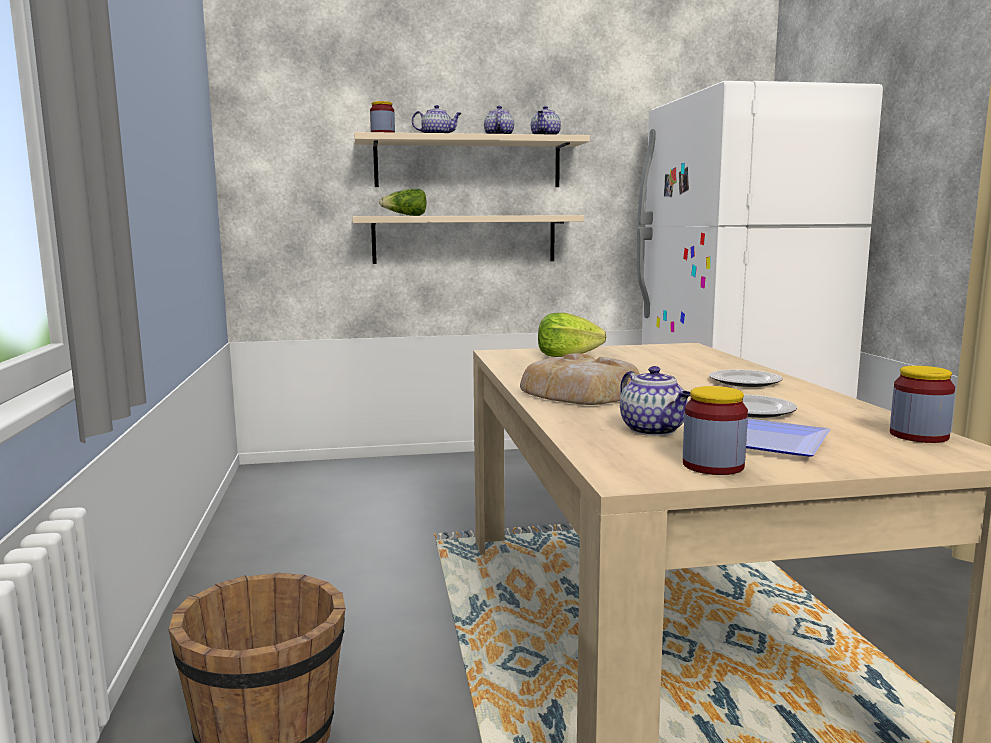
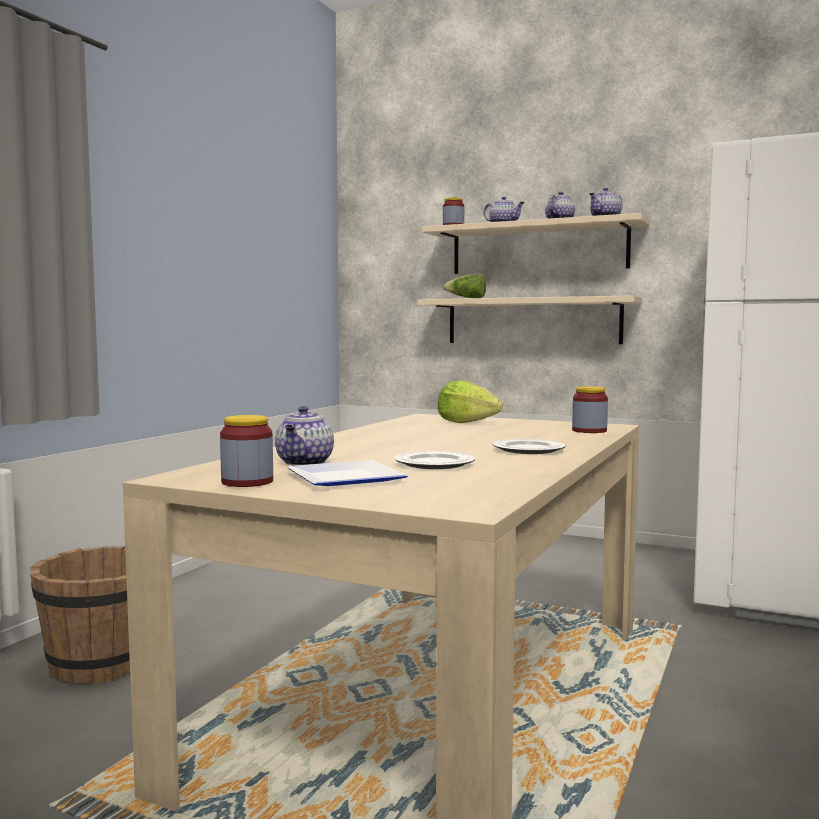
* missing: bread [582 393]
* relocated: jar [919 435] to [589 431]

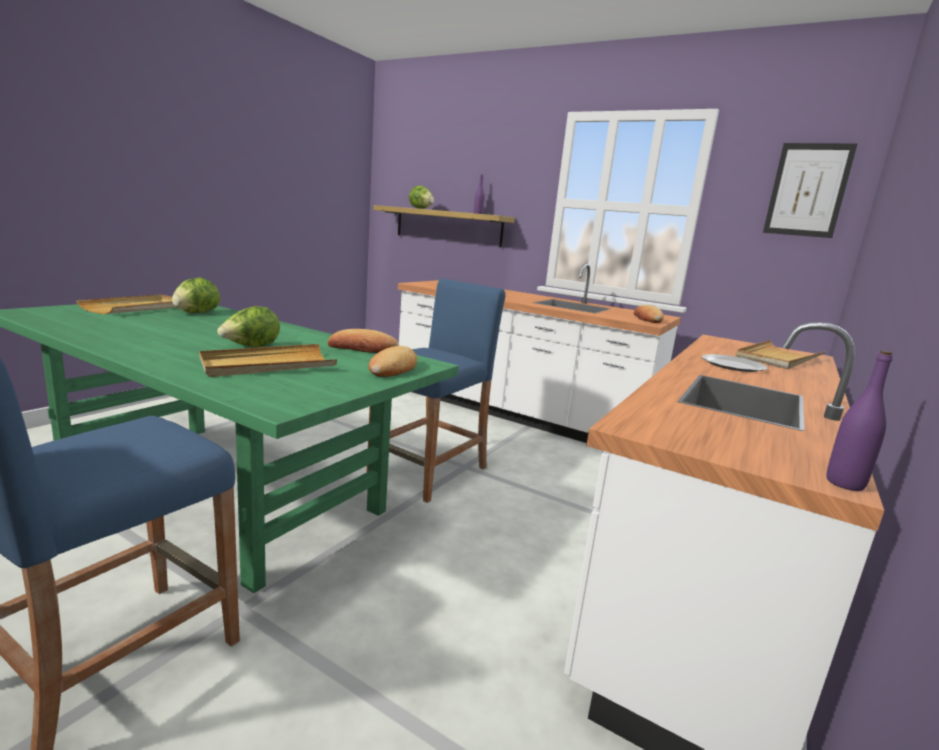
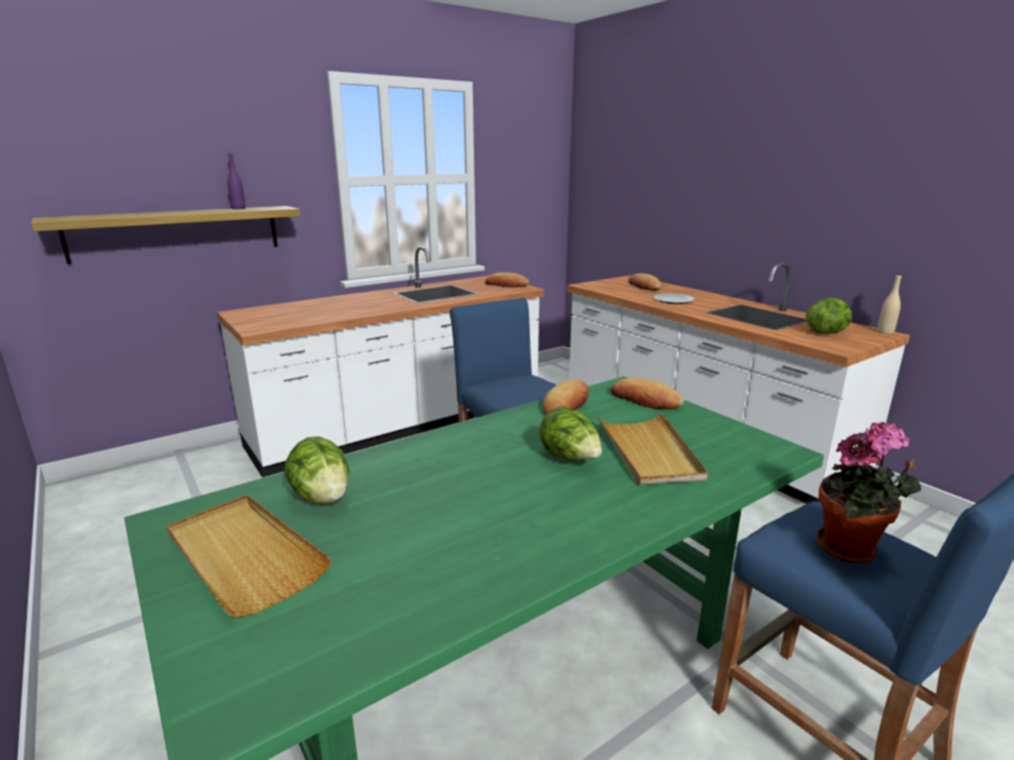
* relocated: lettuce [420 208] to [827 333]
* exchanged: beige tray [778 358] to bread [644 286]
* missing: picture [807 190]
* colour: purple bottle [844 483] to beige bottle [885 332]
* appeared: potted plant [851 550]

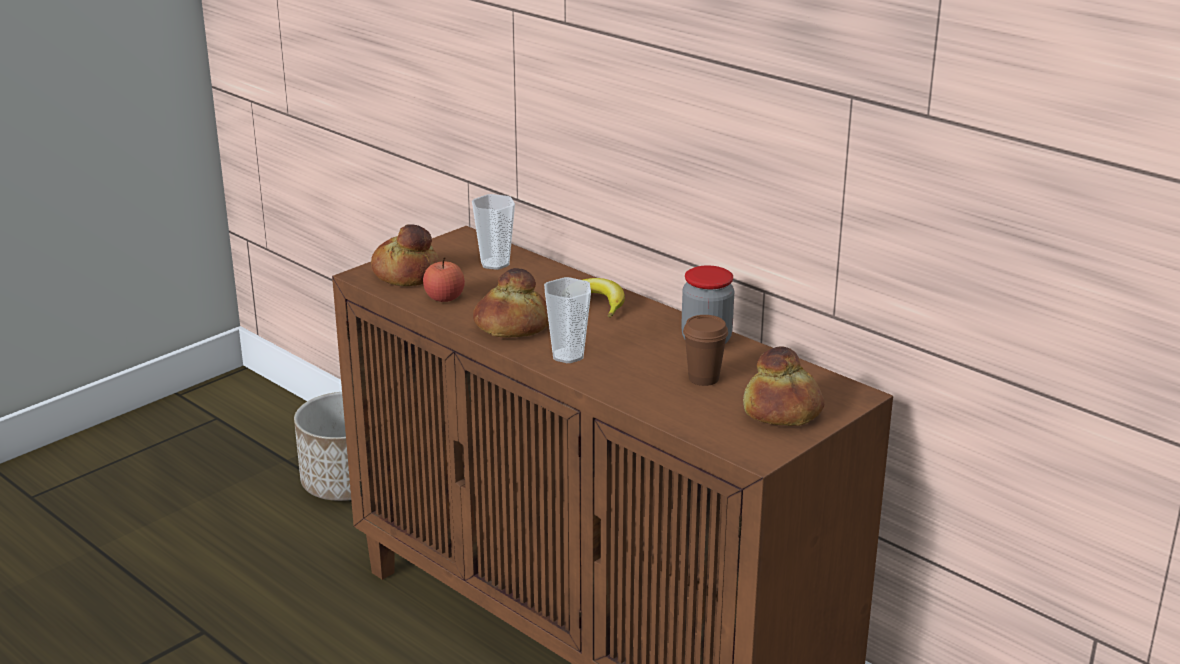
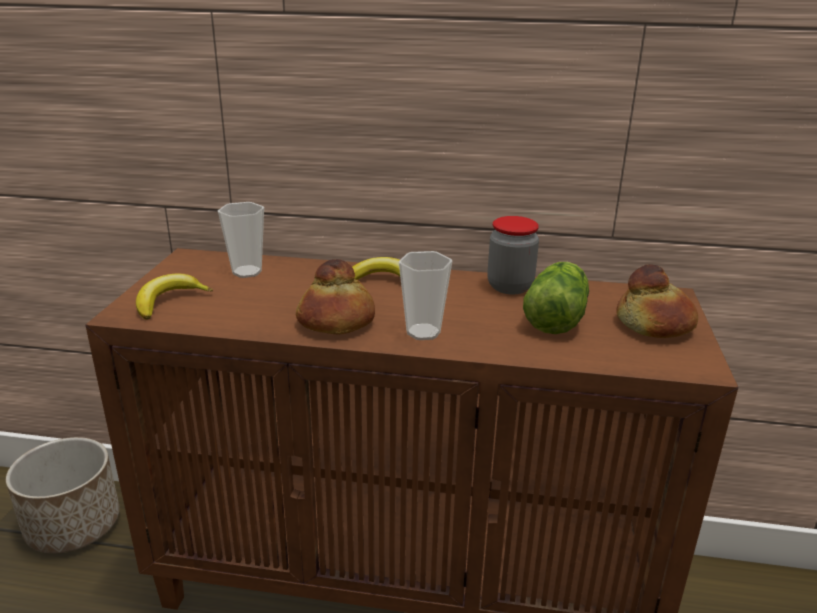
* exchanged: bread [406 274] to banana [169 302]
* missing: apple [444 298]
* exchanged: brown cup [703 378] to lettuce [557 317]

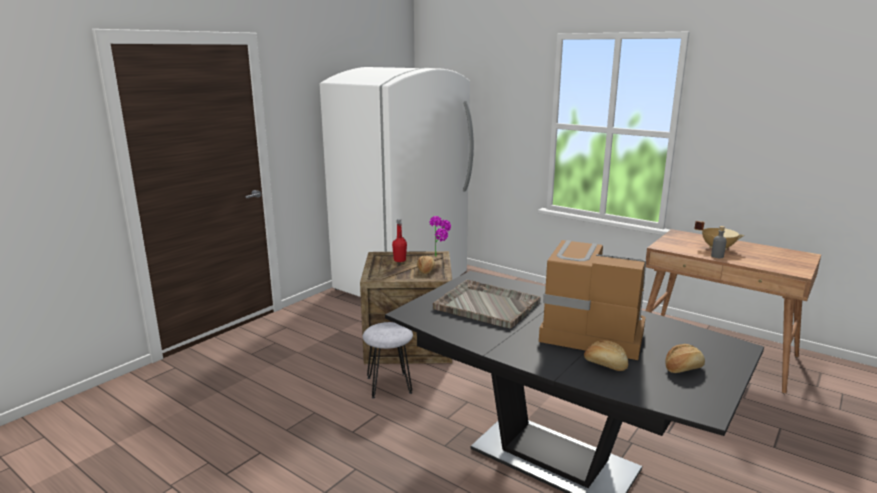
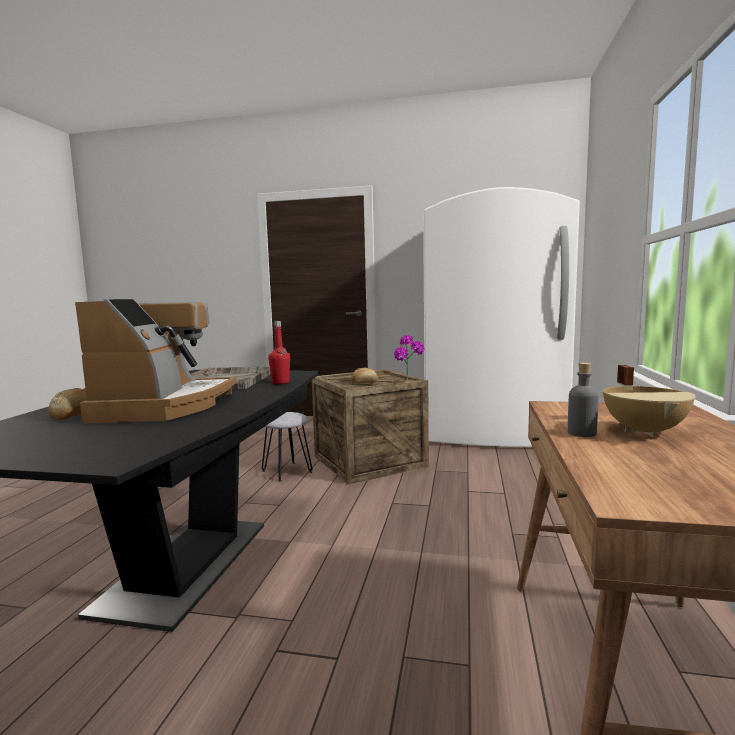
* relocated: red bottle [399 260] to [280 382]
* missing: bread [683 368]

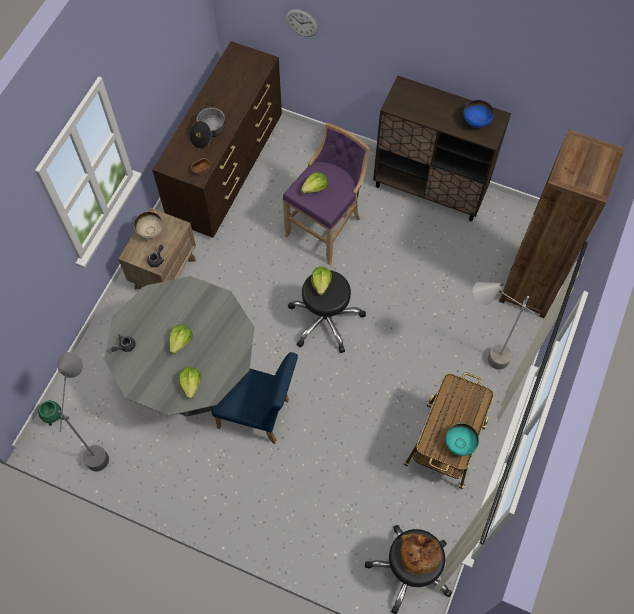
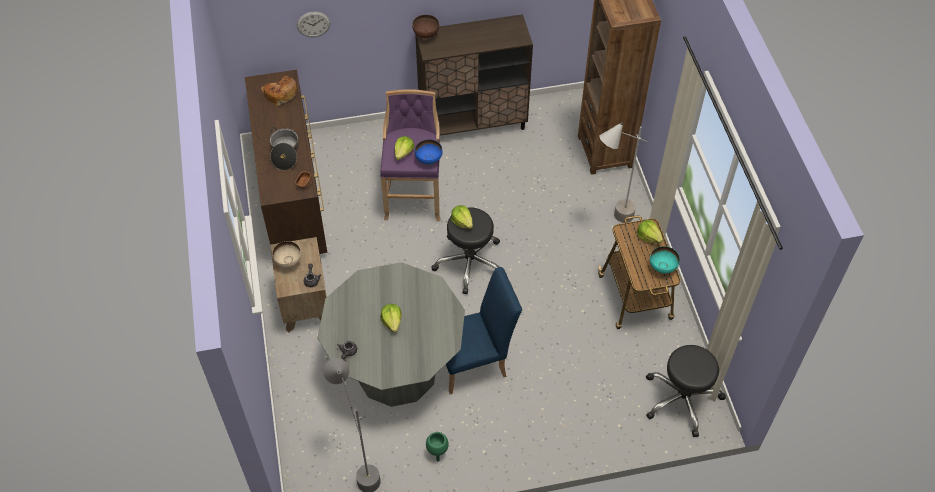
* relocated: green planter [55 418] to [437 453]
* relocated: lettuce [191 384] to [648 236]
* relocated: bread [419 554] to [280 93]
* relocated: blue bowl [476 122] to [429 160]
* appeared: brown bowl [426 35]

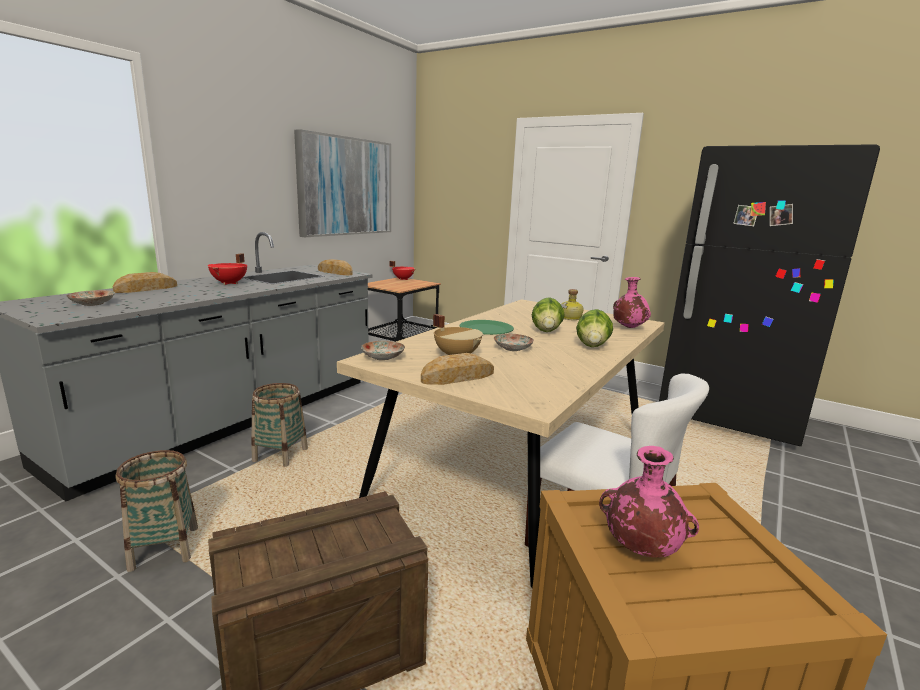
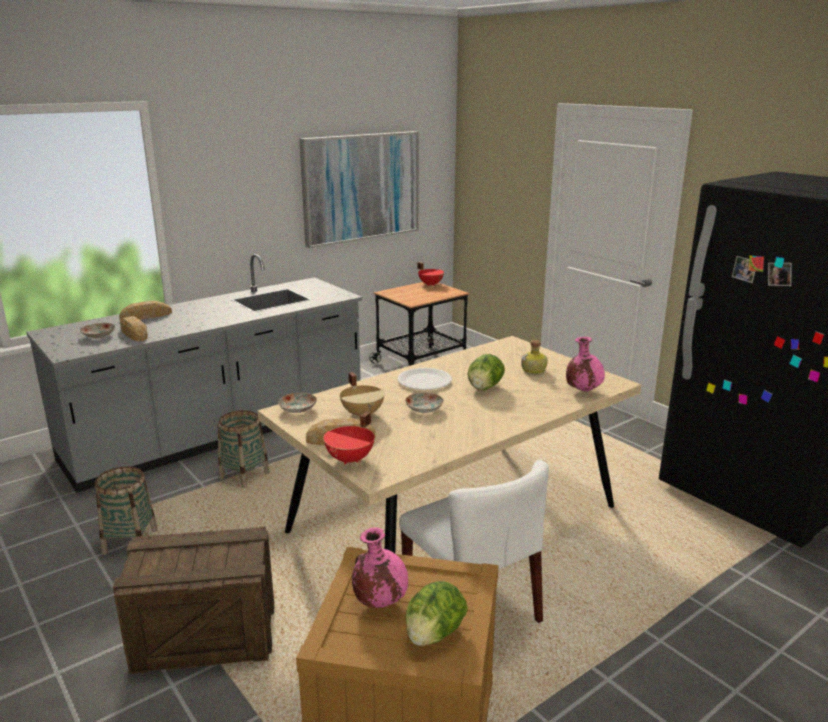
* relocated: red cooking pot [230 283] to [351 459]
* relocated: bread [335 272] to [134 333]
* colour: green plate [486 329] to white plate [424 381]
* relocated: lettuce [592 346] to [434 634]

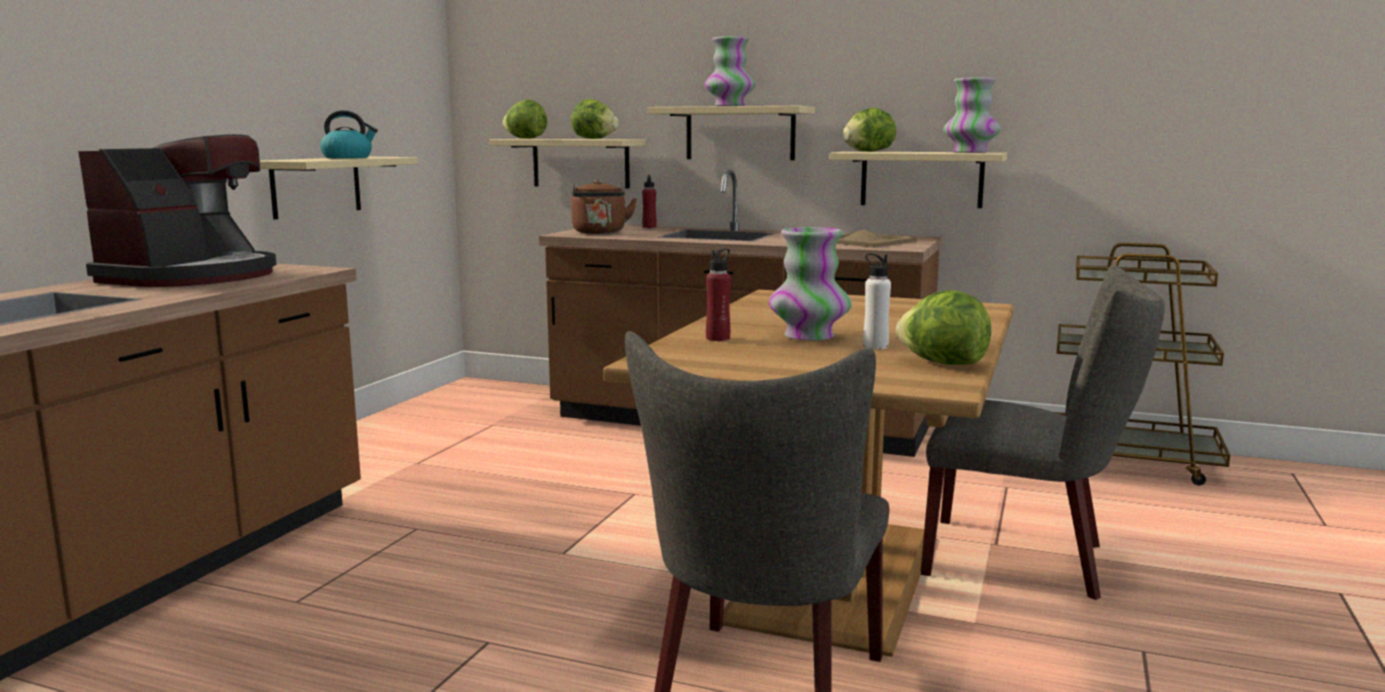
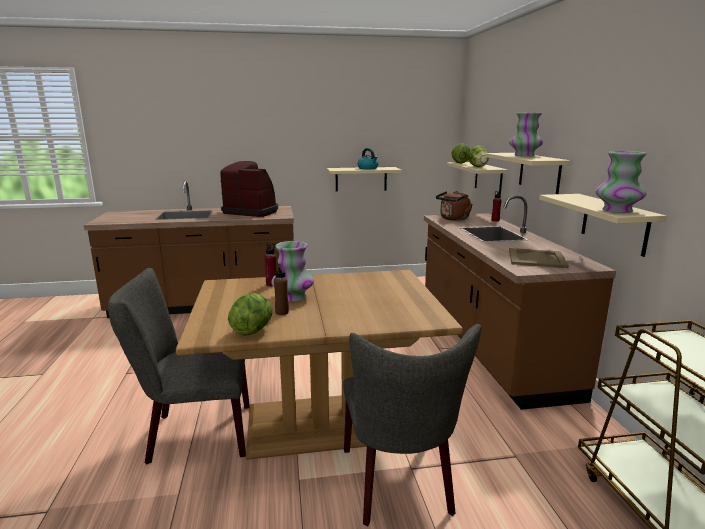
* spun: coffee machine [192 277] = [252 211] 150 degrees counterclockwise
* missing: lettuce [867 151]
* colour: white bottle [875 346] to brown bottle [282 312]

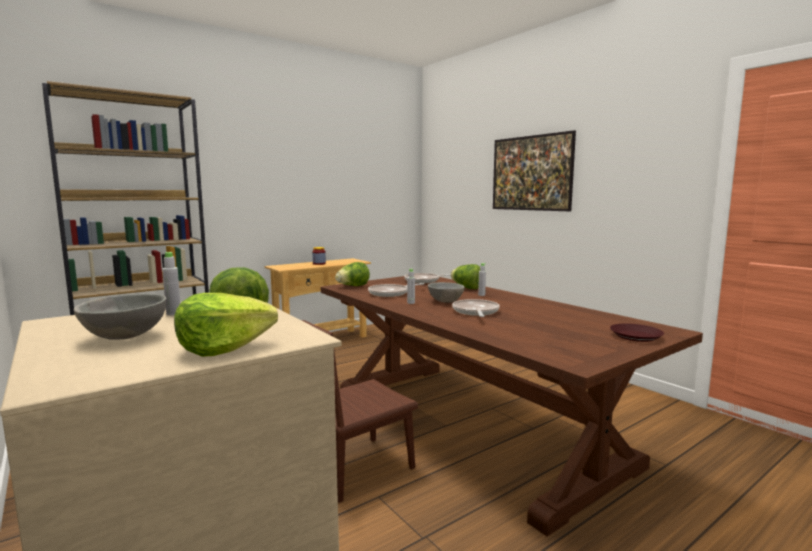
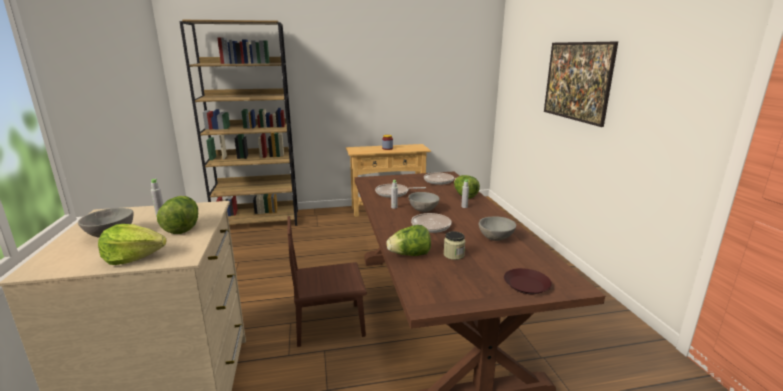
* relocated: lettuce [353 286] to [409 255]
* appeared: jar [453 255]
* appeared: grey bowl [496 238]

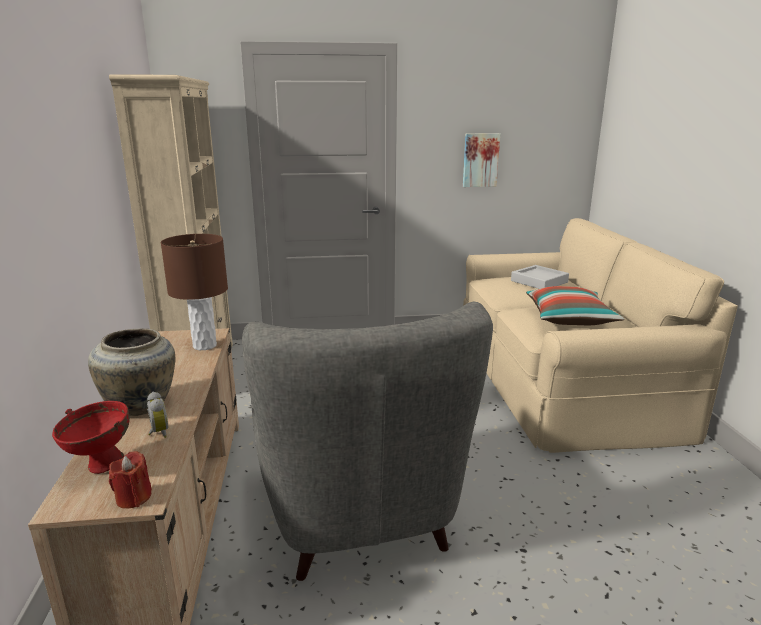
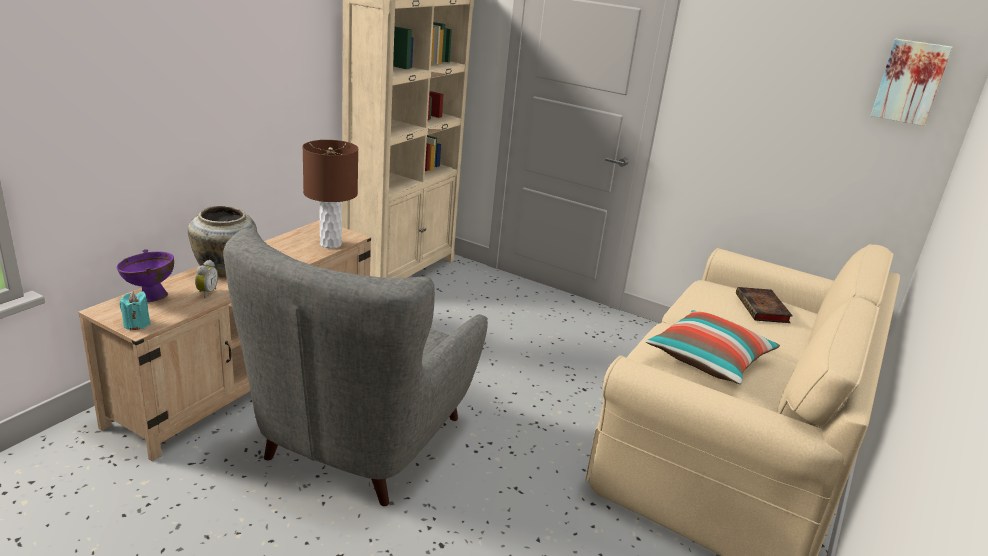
* colour: red bowl [102 466] to purple bowl [150 298]
* colour: red candle [133 497] to turquoise candle [136 324]
* relocated: picture [480 160] to [910 82]
* exchanged: grey tray [539 281] to book [763 309]

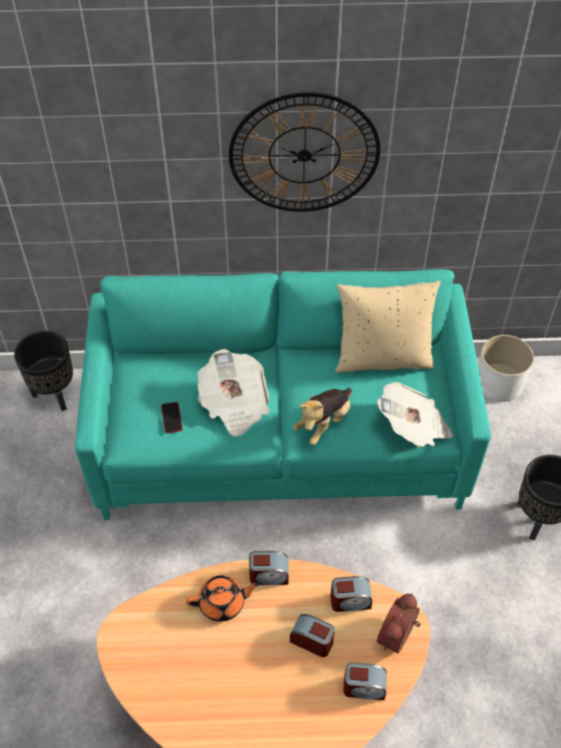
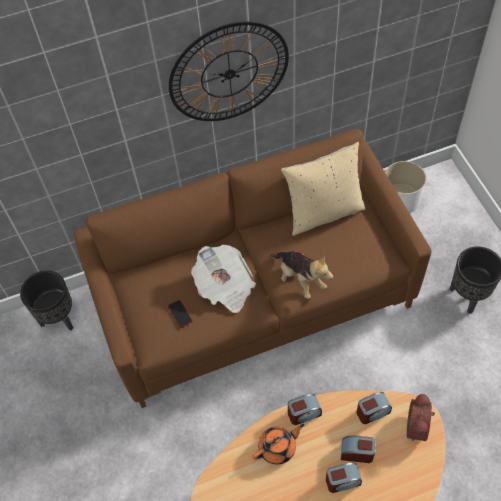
* colour: turquoise sofa [280 439] to brown sofa [254 297]
* spun: plush toy [324 422] = [300 279] 60 degrees counterclockwise
* relocated: alarm clock [364 687] to [342 481]
* missing: newspaper [413 427]

